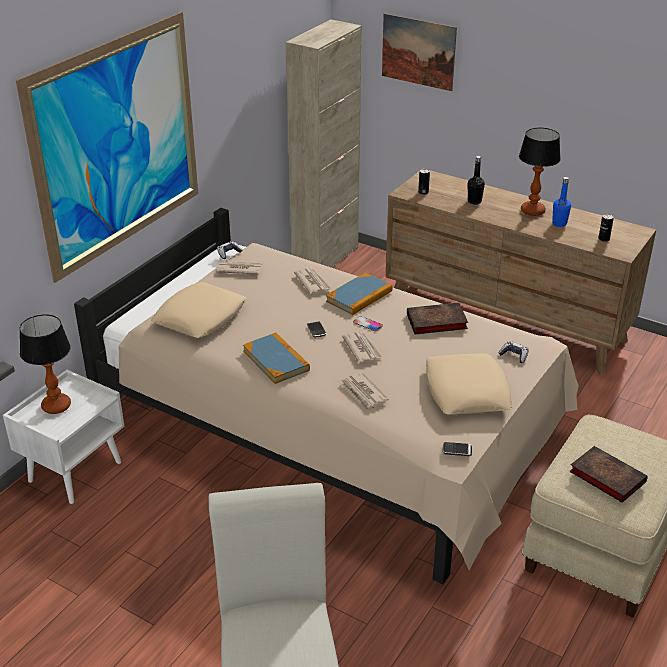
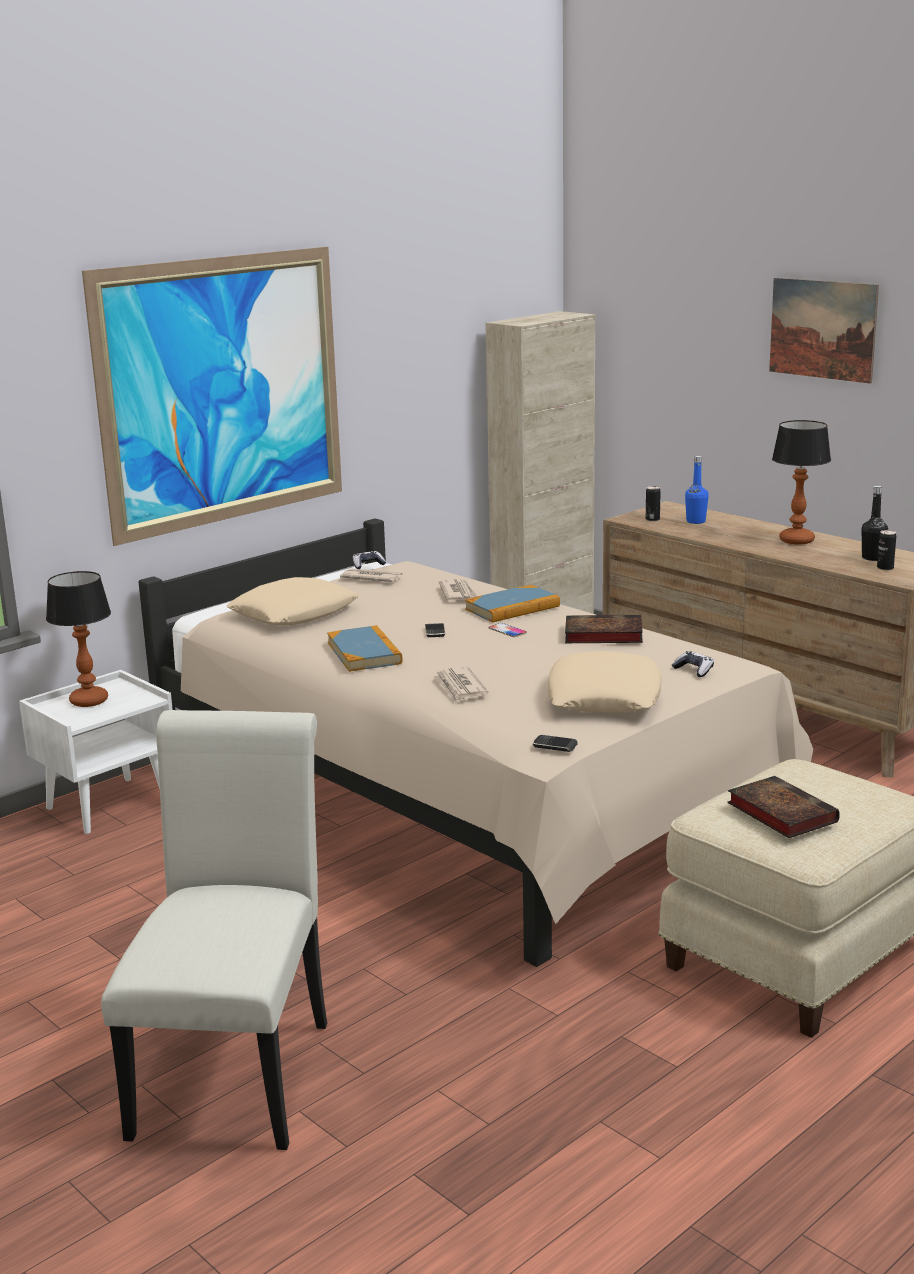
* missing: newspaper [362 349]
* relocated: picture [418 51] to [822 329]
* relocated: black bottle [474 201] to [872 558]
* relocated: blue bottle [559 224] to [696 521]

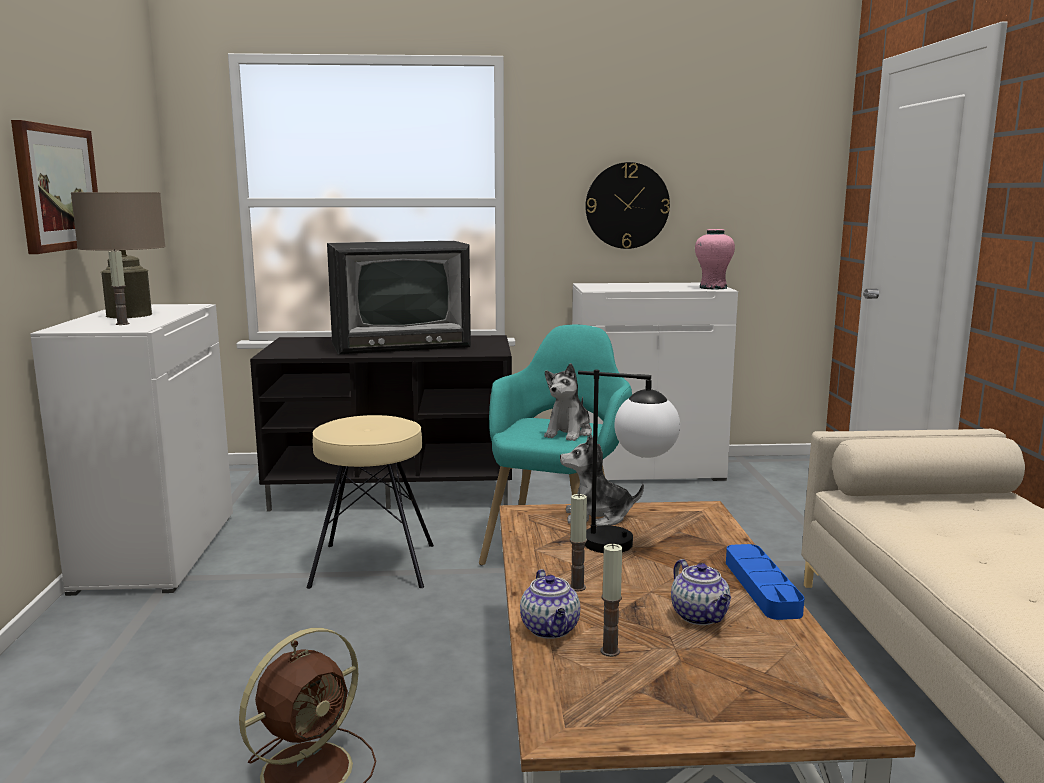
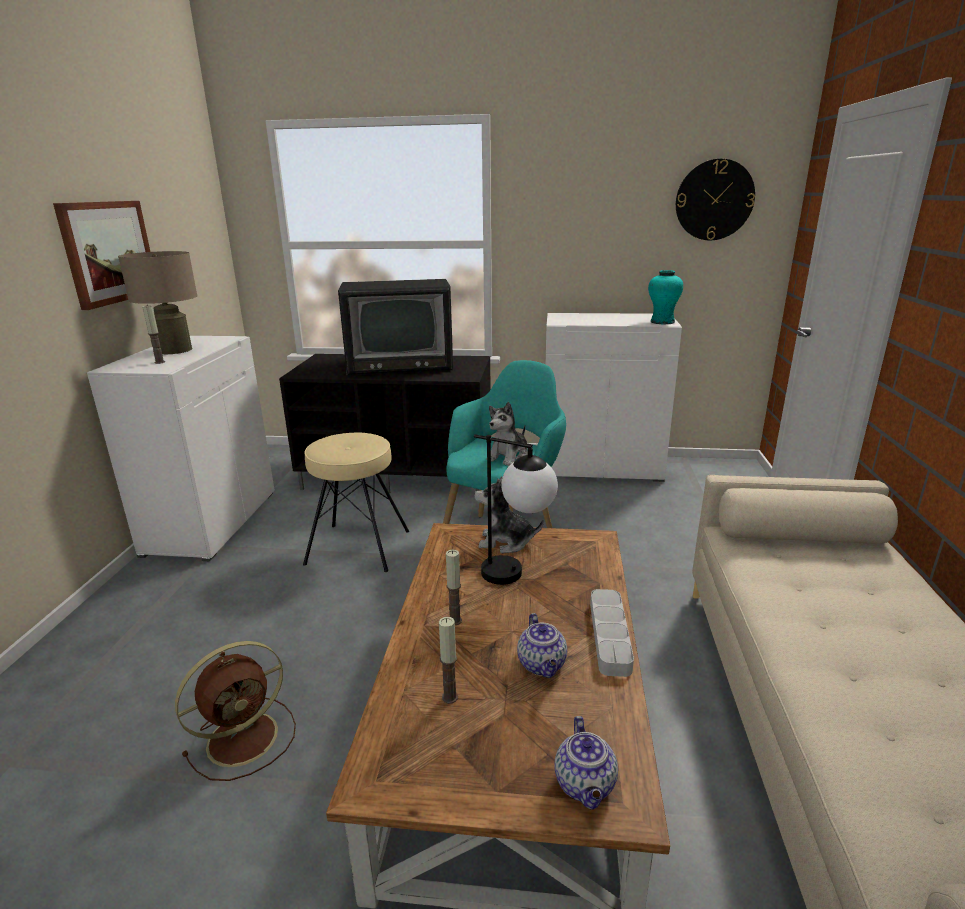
* relocated: teapot [551 630] to [585 785]
* relocated: wall clock [627 205] to [714 200]
* colour: pink vase [712 288] to turquoise vase [662 322]
* colour: blue tray [761 587] to grey tray [609 635]

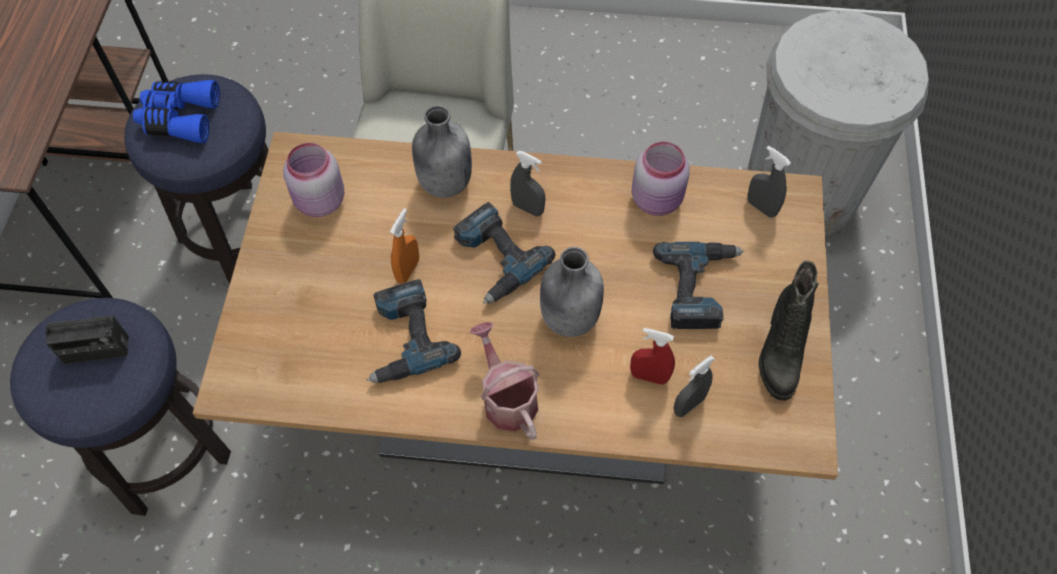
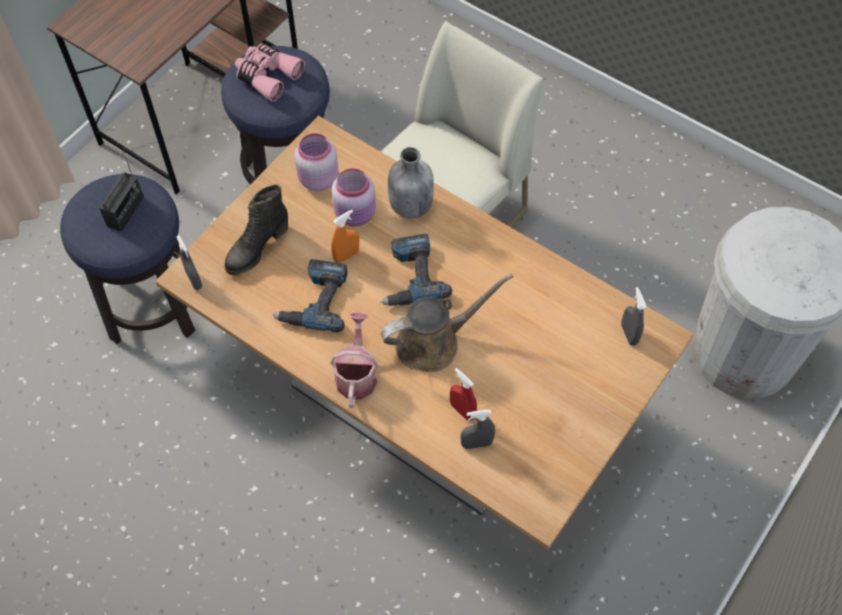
* spun: radio [96 350] = [126 211] 90 degrees counterclockwise
* colour: blue binoculars [179 118] to pink binoculars [267 76]
* relocated: grey spray bottle [527 208] to [194 280]
* exchanged: grey bottle [568 318] to brown watering can [433 342]
* relocated: pink jar [658 200] to [356 214]
* missing: power drill [700 288]
* relocated: black boot [779 352] to [257 248]

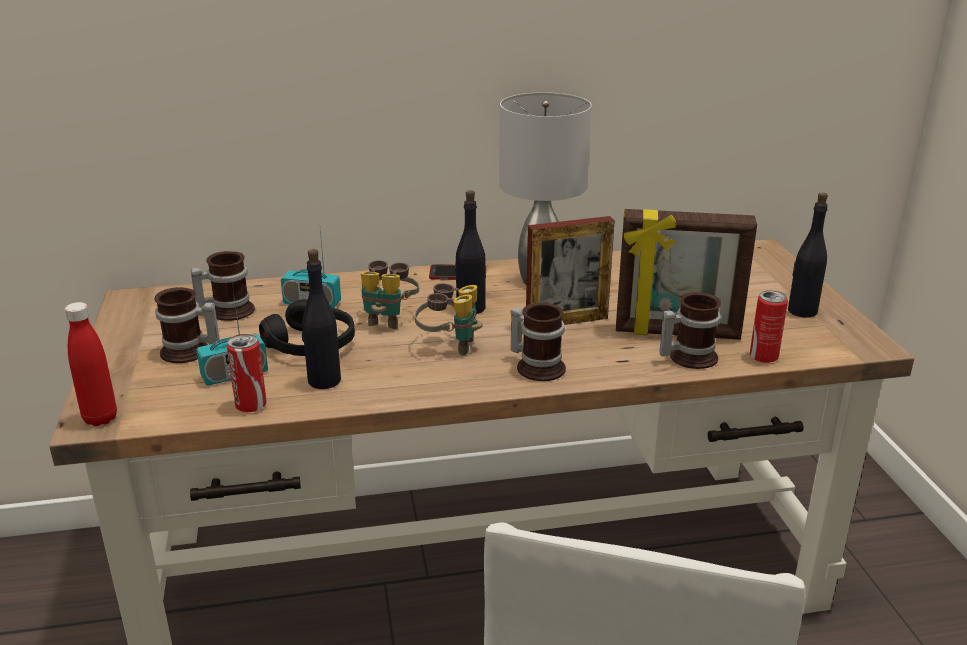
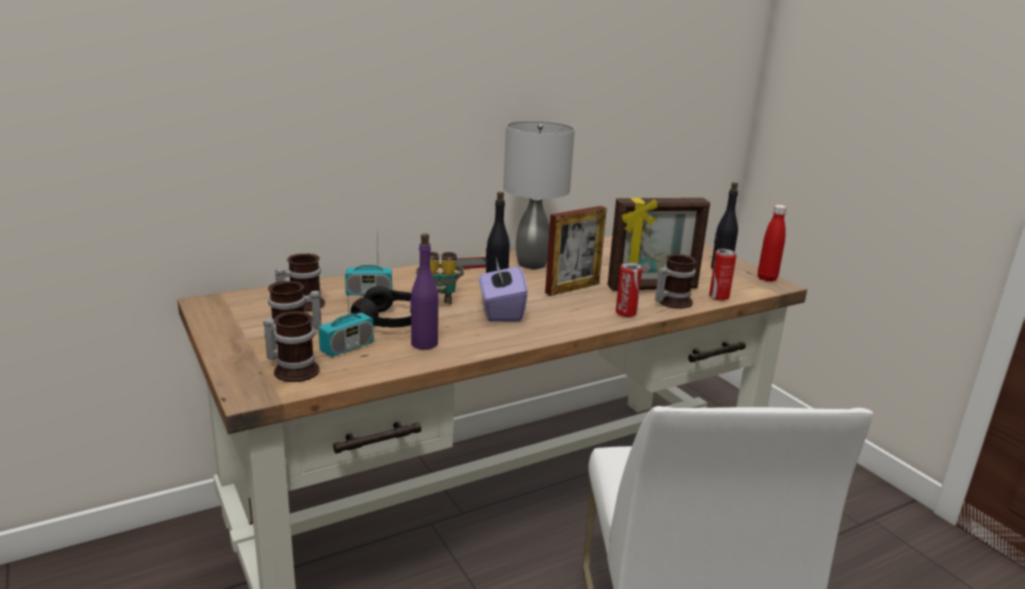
* relocated: red bottle [100 418] to [767 278]
* relocated: can [251 405] to [626 313]
* colour: black bottle [324 381] to purple bottle [424 343]
* exchanged: binoculars [449 345] to purple tissue box [501 311]
* relocated: mug [538 366] to [294 369]

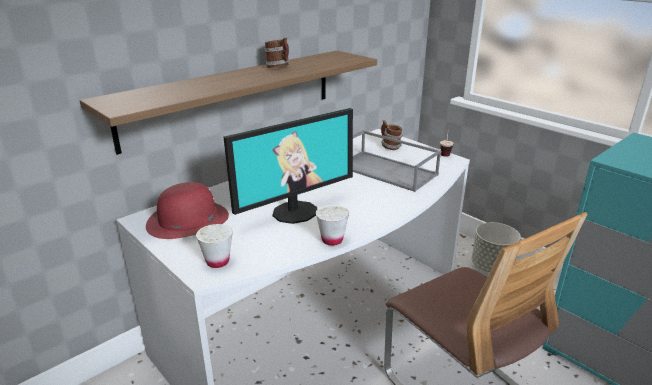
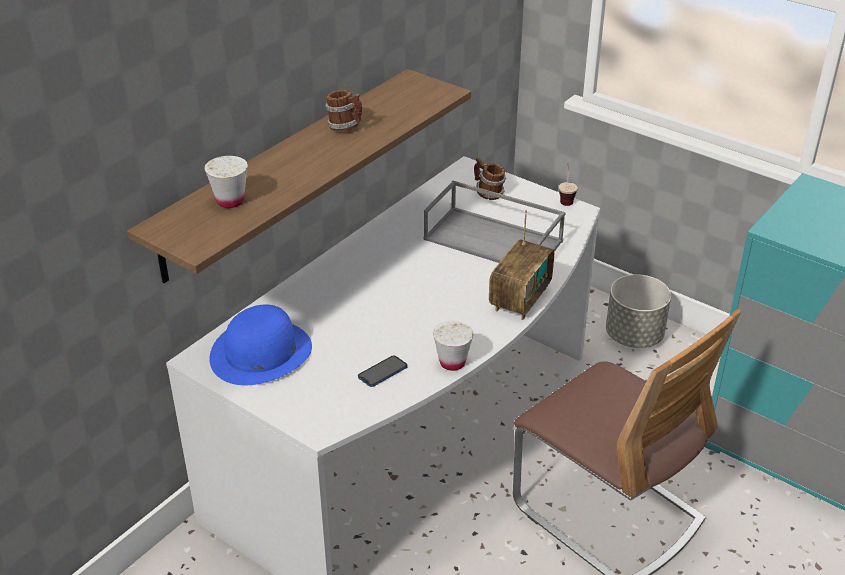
* colour: red hat [187 220] to blue hat [261 353]
* relocated: white cup [217 262] to [230 201]
* missing: monitor [294 211]
* appeared: phone [382 372]
* appeared: radio [520 299]

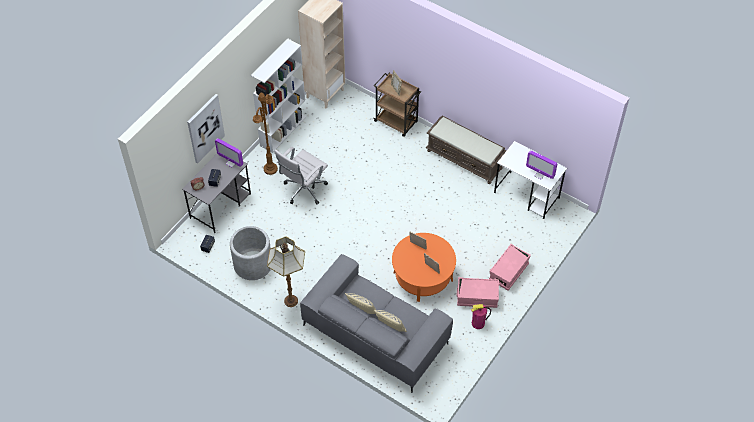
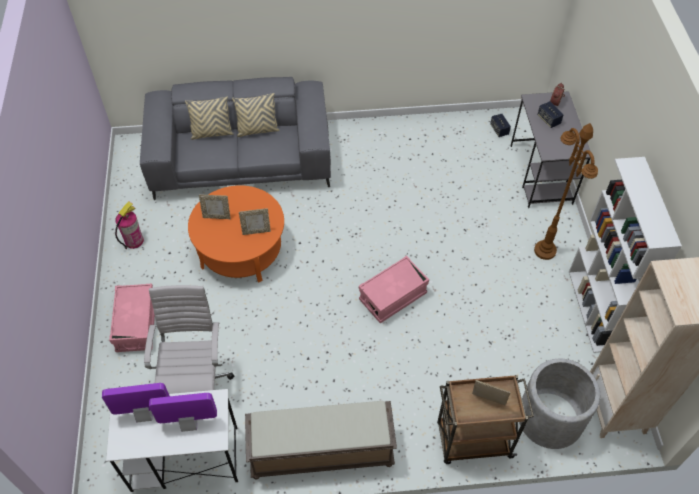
* missing: picture [205 128]
* relocated: monitor [231 162] to [189 424]
* relocated: grey planter [253 264] to [550 418]
* missing: floor lamp [290 301]
* relocated: white office chair [303 190] to [196 385]
* relocated: pink storage box [477 297] to [392 297]

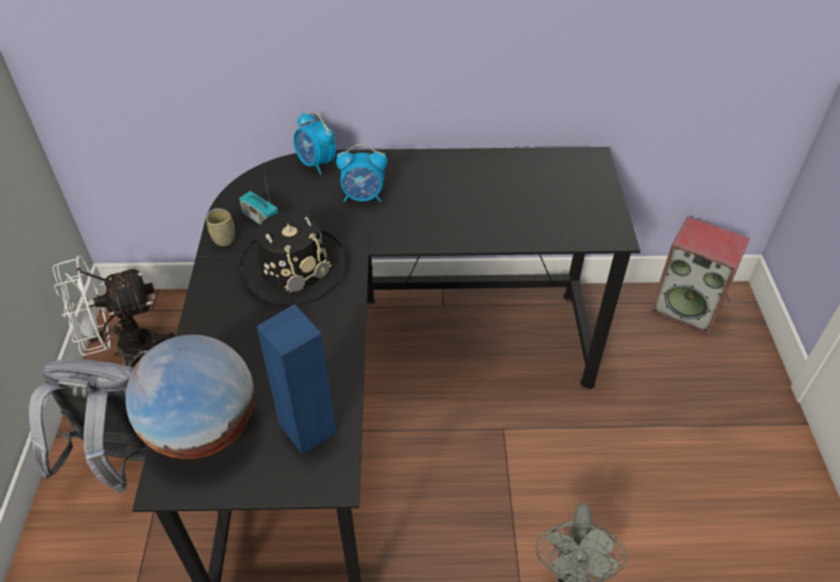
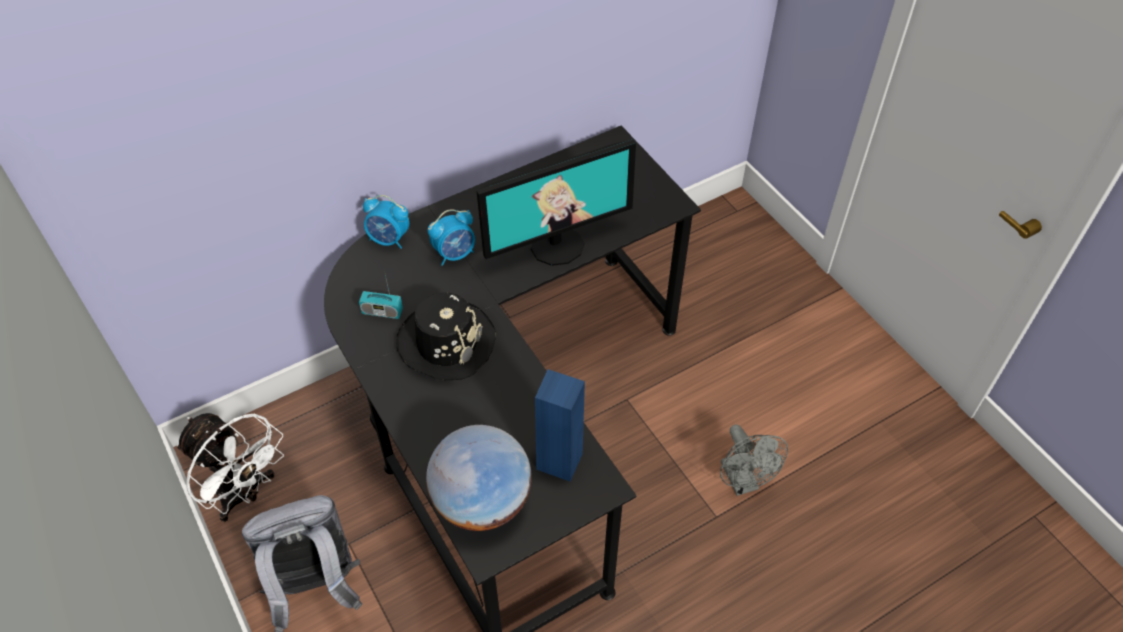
* spun: white fan [126 351] = [245 494] 90 degrees counterclockwise
* missing: cup [224 239]
* missing: speaker [686 309]
* appeared: monitor [557 245]

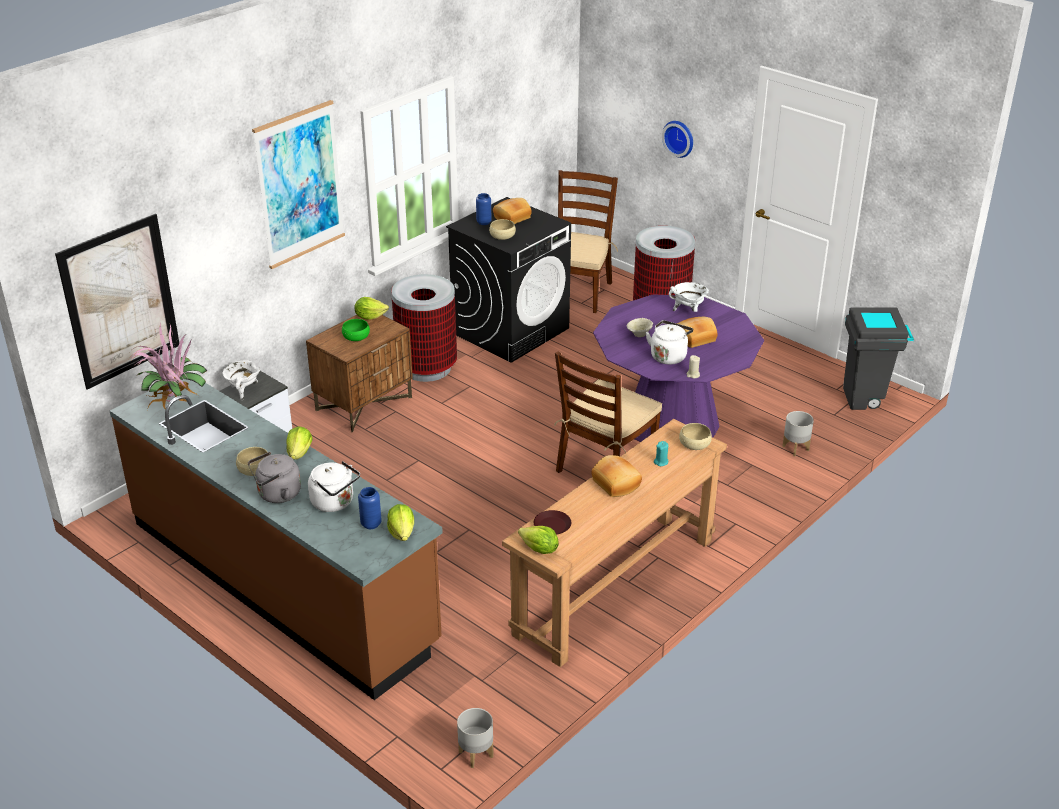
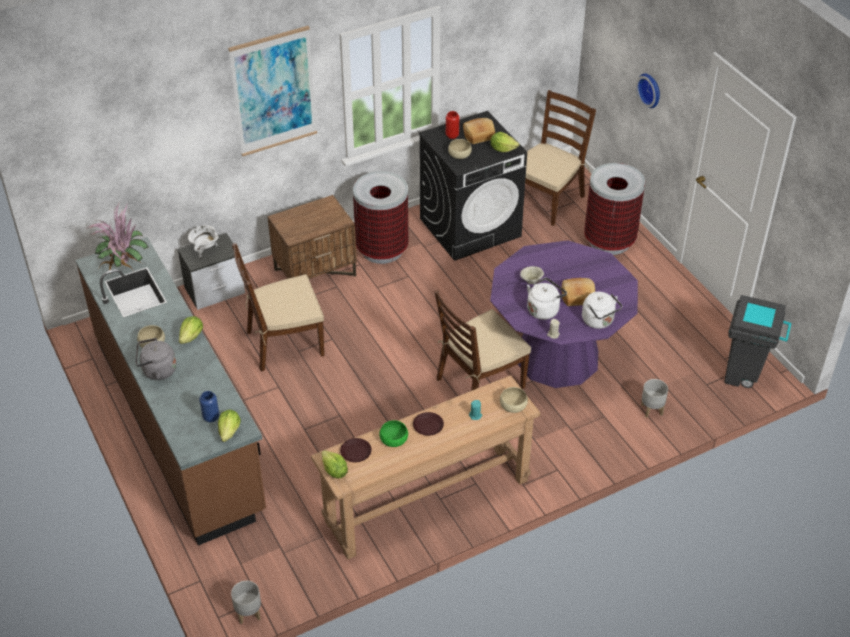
* missing: picture [120 301]
* relocated: white kettle [335 503] to [599 321]
* relocated: green bowl [356 337] to [394 439]
* relocated: lettuce [370 316] to [502 149]
* colour: blue vase [484 222] to red vase [452 135]
* exchanged: bread [617 483] to brown plate [428 426]
* missing: white cooking pot [688 310]
* appeared: brown chair [284 344]

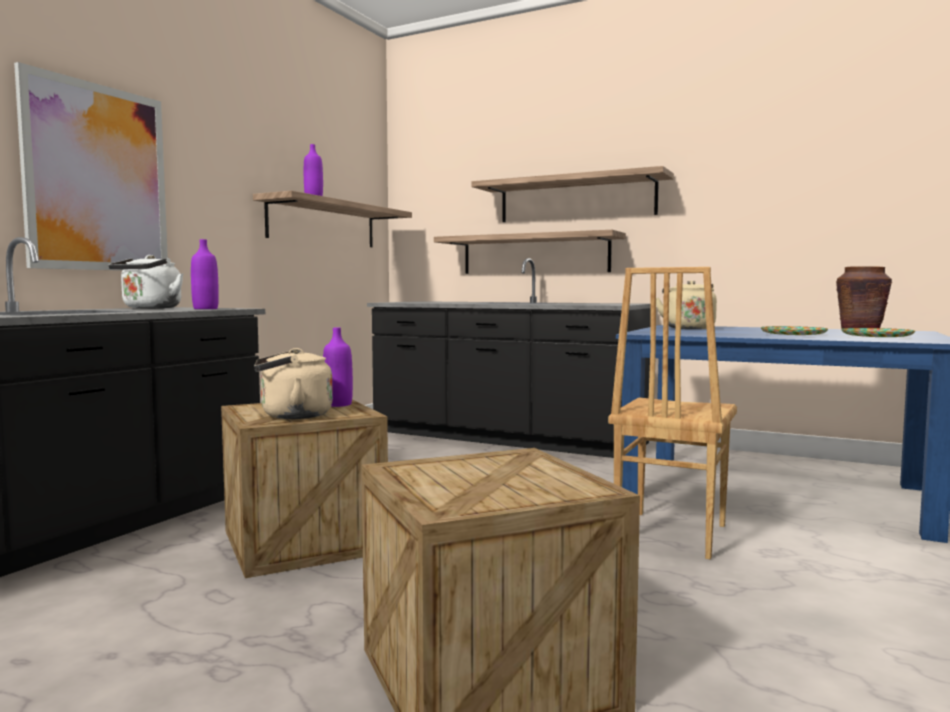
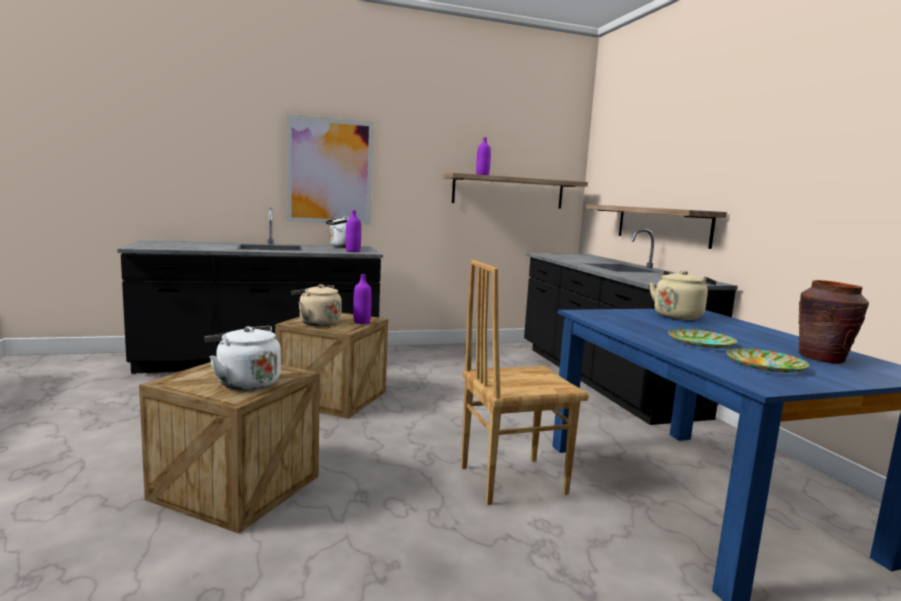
* missing: shelf [576 199]
* appeared: white kettle [245 383]

